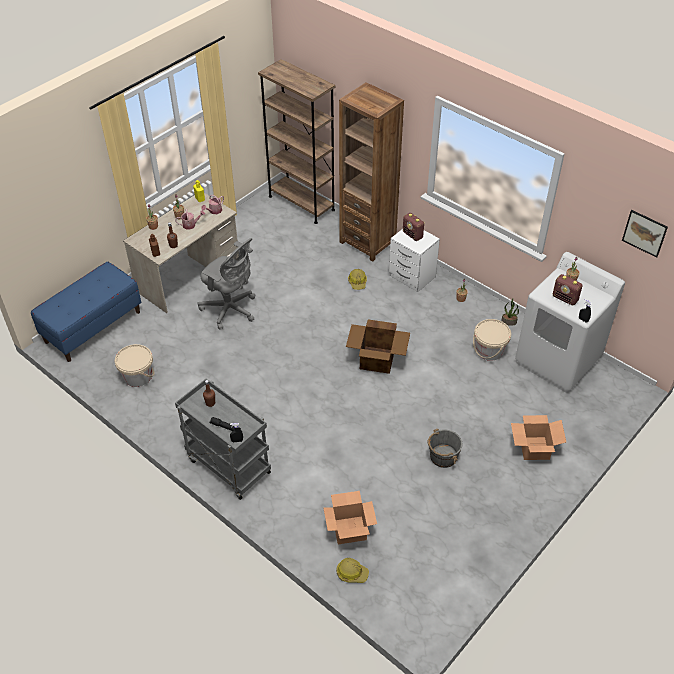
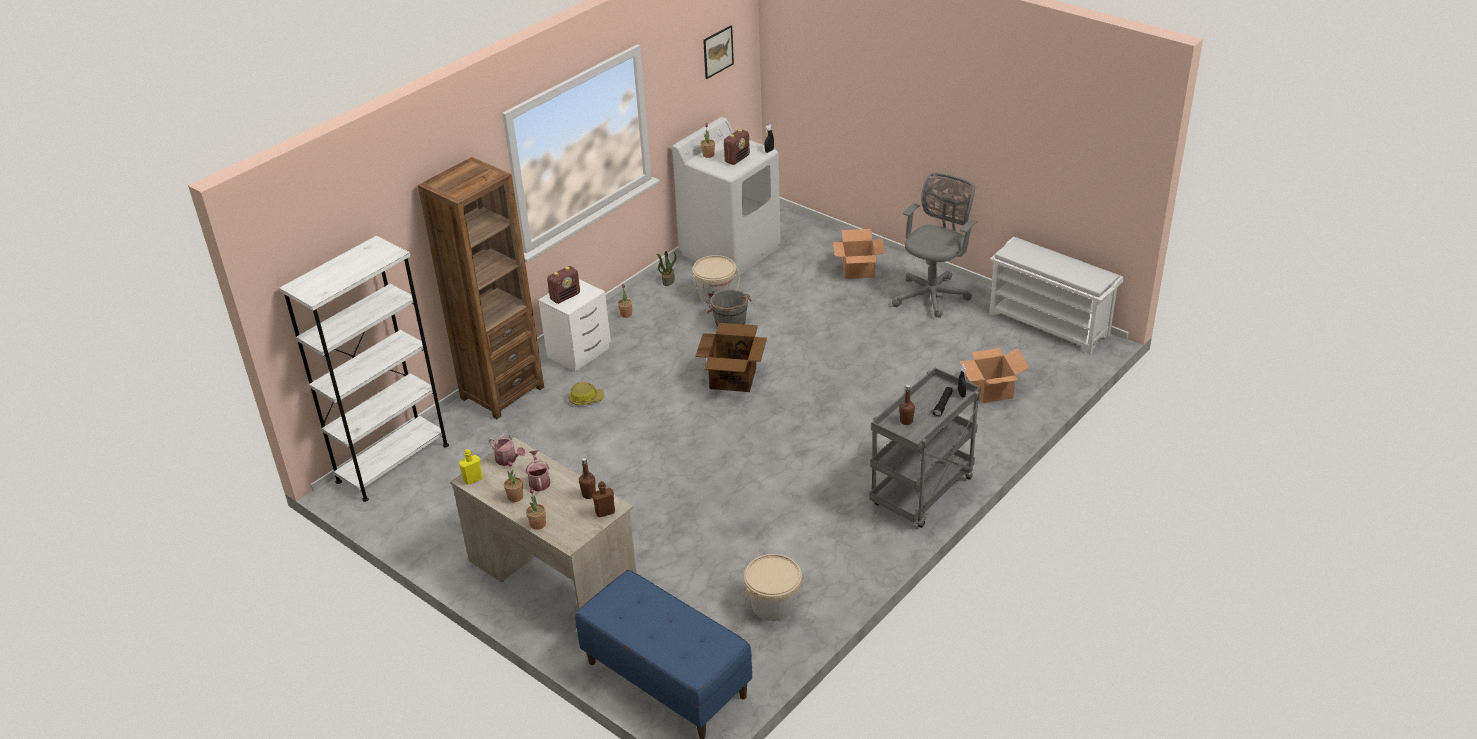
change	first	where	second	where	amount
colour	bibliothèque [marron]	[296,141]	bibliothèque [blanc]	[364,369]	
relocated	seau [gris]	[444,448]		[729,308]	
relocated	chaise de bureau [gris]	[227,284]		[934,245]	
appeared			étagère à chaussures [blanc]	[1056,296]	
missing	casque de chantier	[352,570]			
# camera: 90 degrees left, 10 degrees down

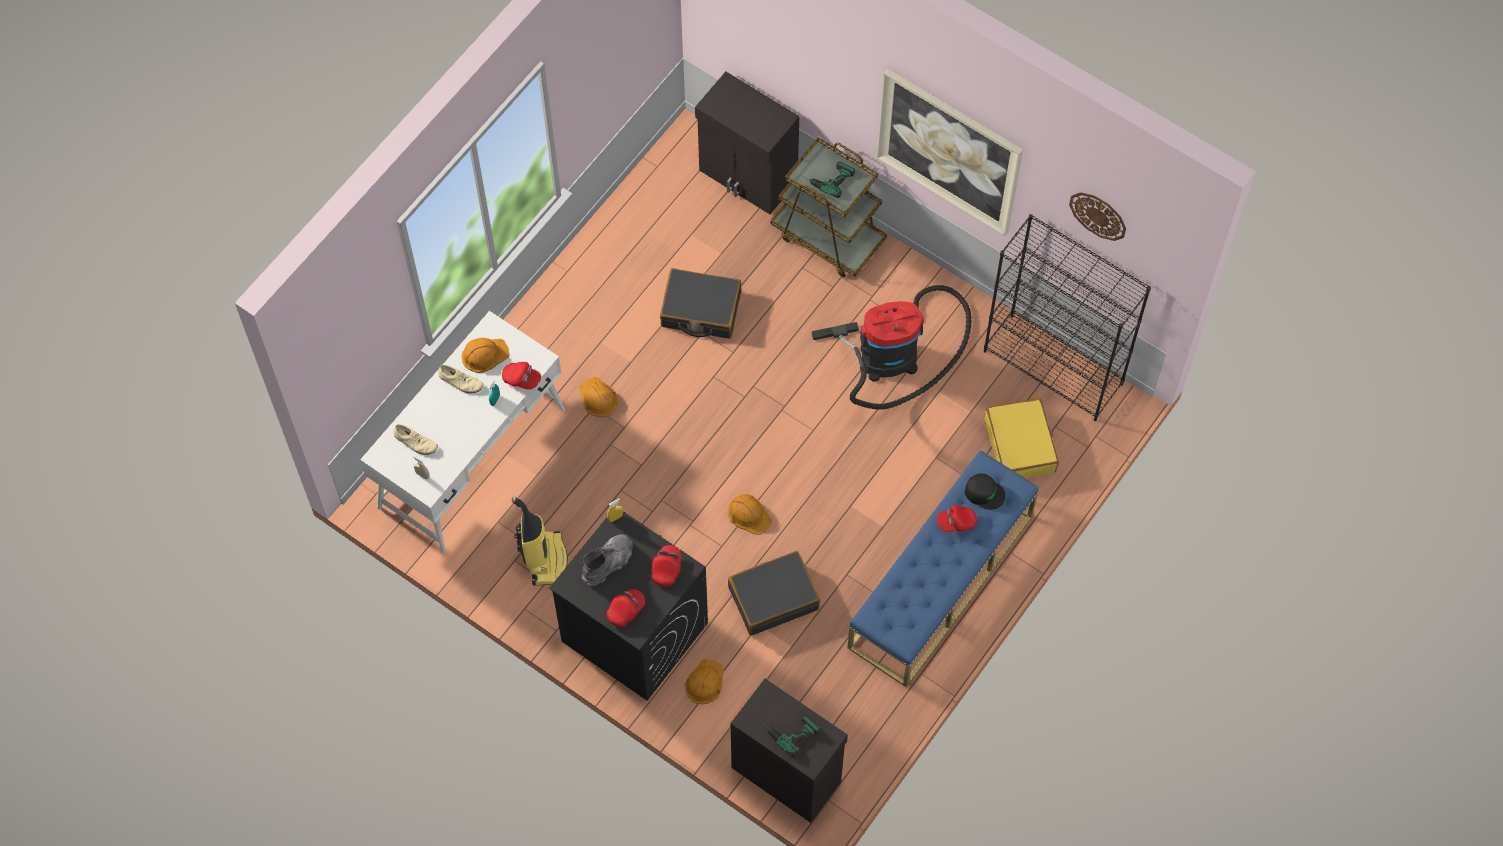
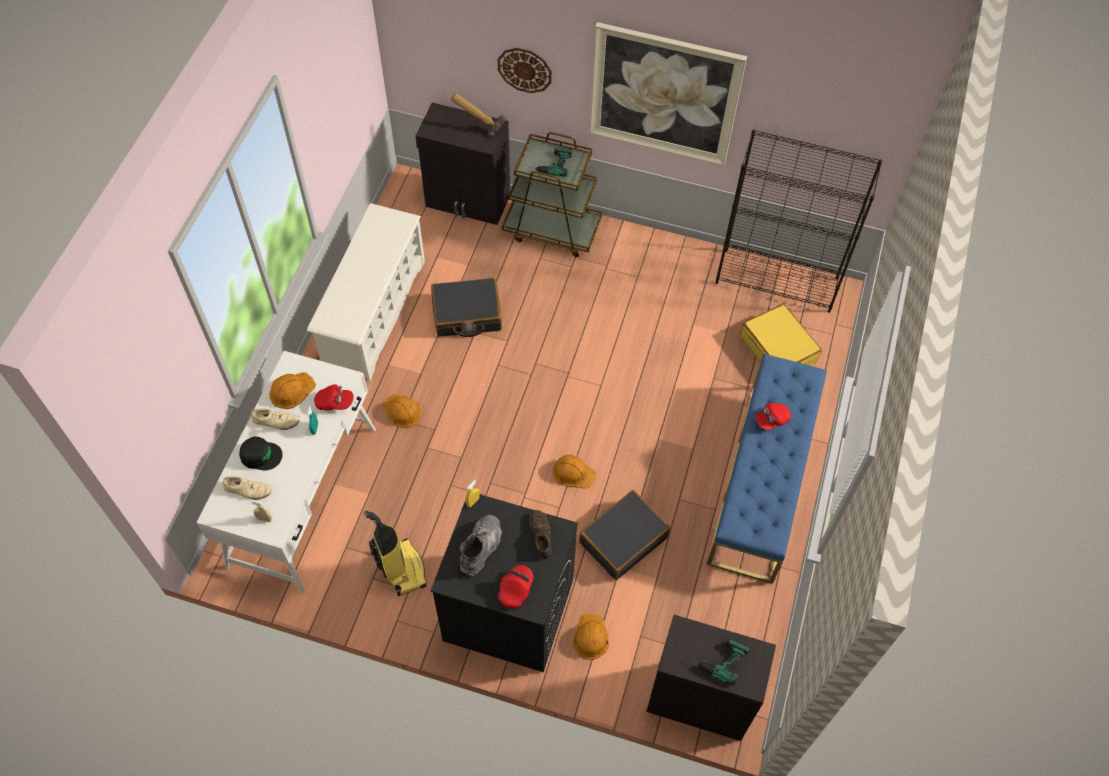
change	first	where	second	where	amount
relocated	casquette [noir]	[985,491]		[261,453]	
appeared			étagère à chaussures [blanc]	[366,292]	
appeared			marteau	[478,115]	
relocated	horloge murale	[1097,216]		[524,70]	
exchanged	casquette [rouge]	[667,566]	chaussure [marron]	[540,534]	
missing	aspirateur	[892,347]			
# camera: 20 degrees left, 5 degrees down

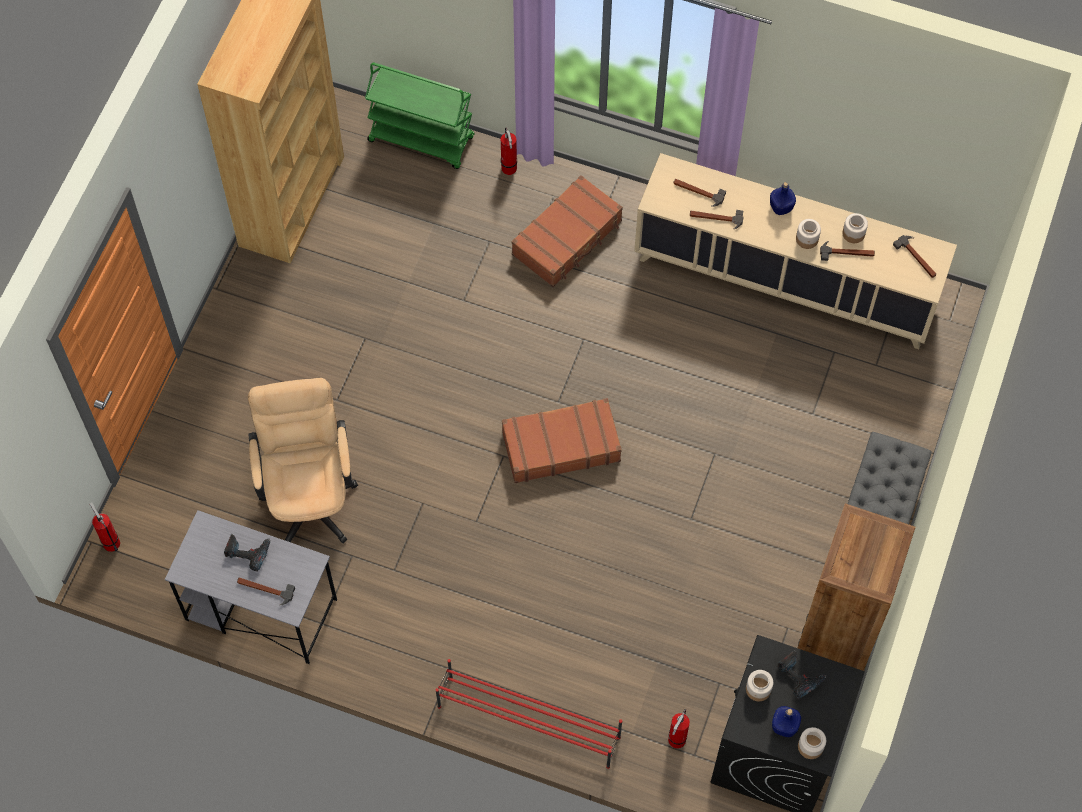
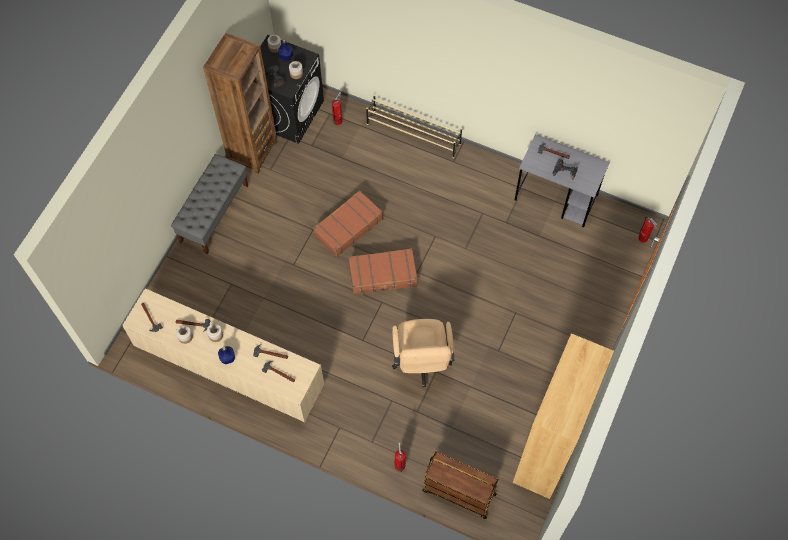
change	first	where	second	where	amount
relocated	valise [marron]	[567,231]		[348,223]	
colour	étagère à chaussures [rouge]	[529,714]	étagère à chaussures [beige]	[414,126]	
relocated	chaise de bureau [beige]	[303,460]		[423,353]	
colour	chariot [vert]	[420,116]	chariot [marron]	[460,485]	
# camera: 175 degrees left, 0 degrees up

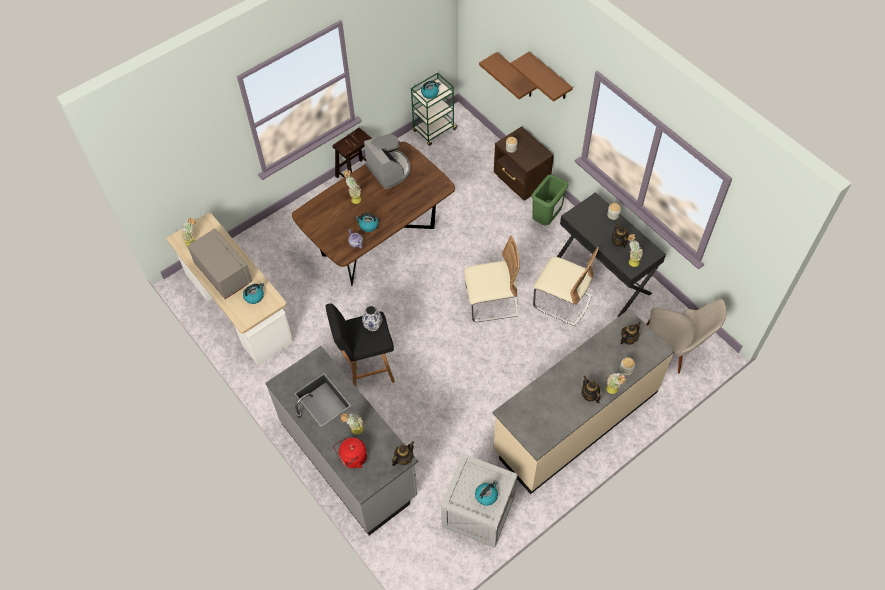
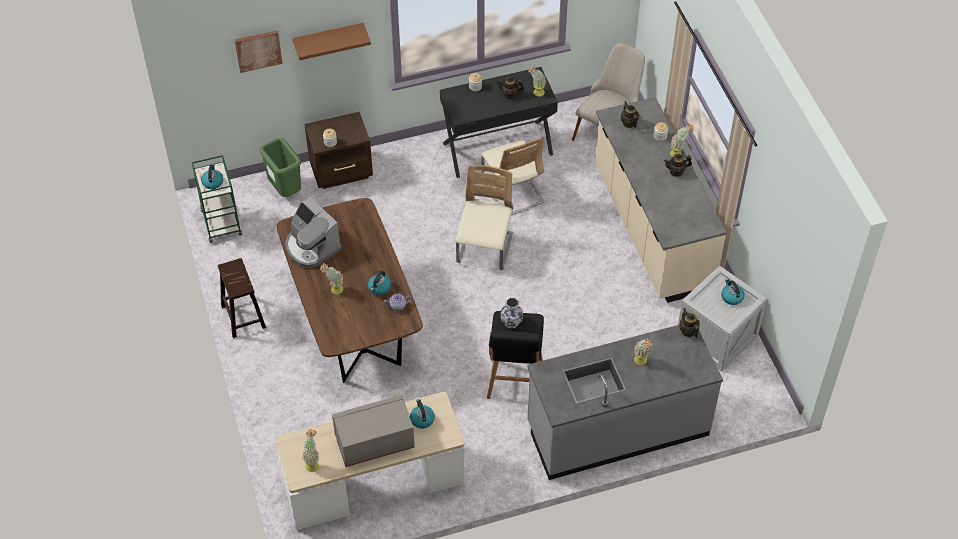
change	first	where	second	where	amount
appeared			tableau	[258,51]	
relocated	poubelle [vert]	[549,199]		[280,167]	
spun	machine à café	[387,161]		[313,232]	120 degrees counterclockwise
spun	chaise [beige]	[566,286]		[512,175]	105 degrees clockwise
missing	bouilloire [rouge]	[350,452]			
missing	étagère [marron]	[508,75]			
# camera: 70 degrees left, 5 degrees down

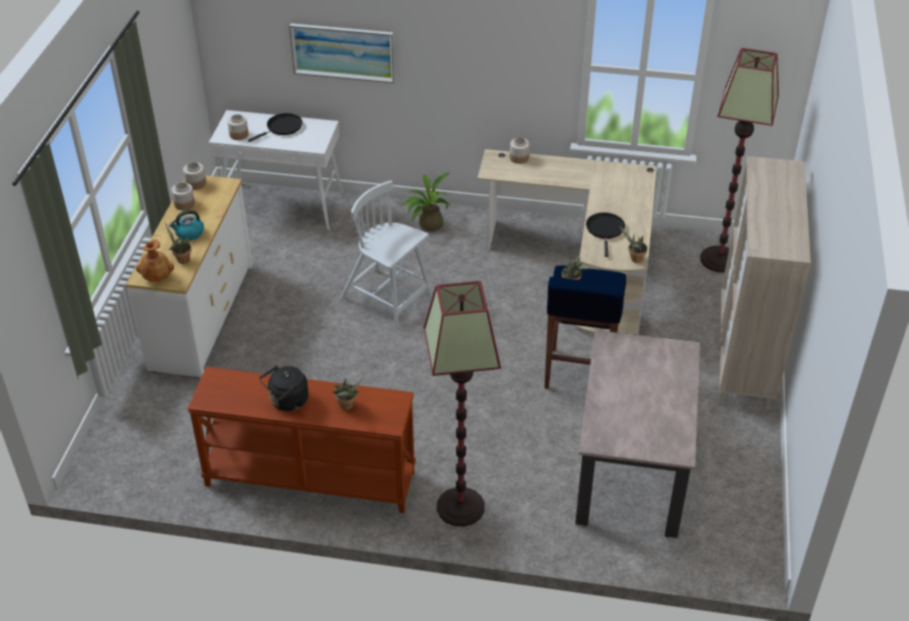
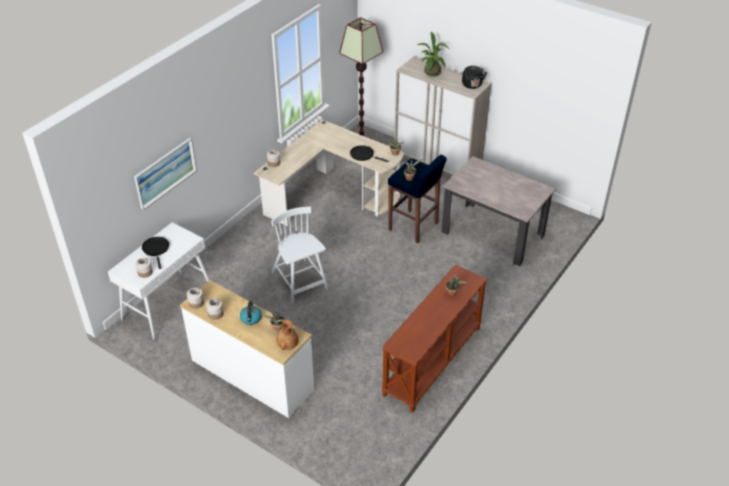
change	first	where	second	where	amount
spun	chaise [blanc]	[386,254]		[299,255]	90 degrees clockwise
relocated	plante en pot	[425,202]		[432,54]	
relocated	bouilloire [noir]	[284,388]		[474,77]	
missing	lampadaire	[462,404]			
# camera: 65 degrees left, 0 degrees up

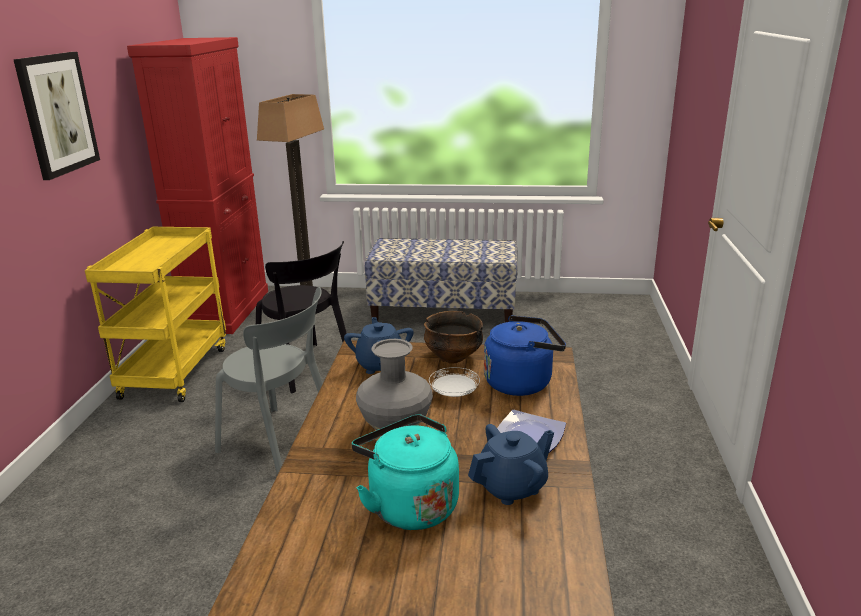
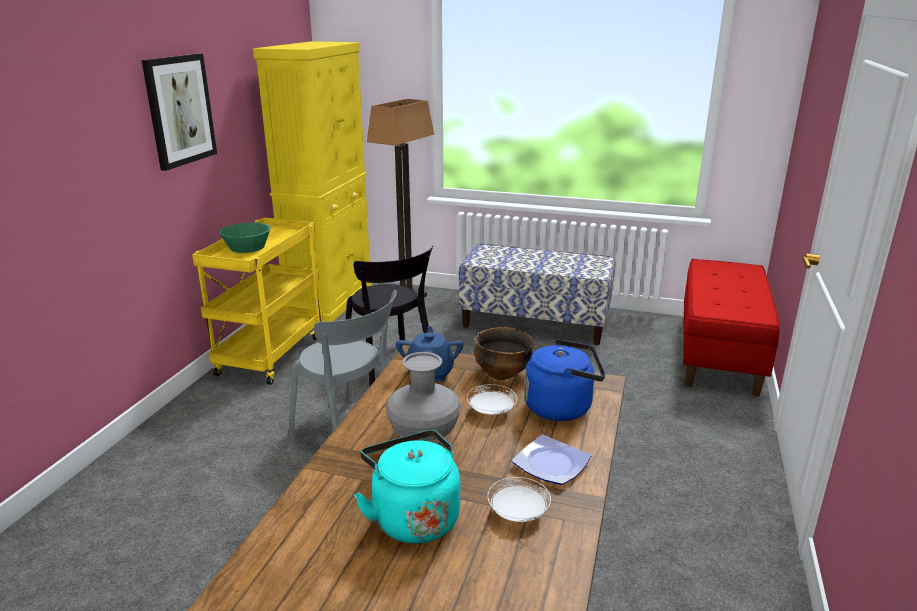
change	first	where	second	where	amount
appeared			bol [vert]	[245,237]	
colour	meuble de rangement [rouge]	[197,185]	meuble de rangement [jaune]	[312,181]	
exchanged	théière [bleu]	[511,464]	assiette [blanc]	[519,499]	
appeared			banc [rouge]	[731,328]	
# camera: 10 degrees right, 0 degrees up

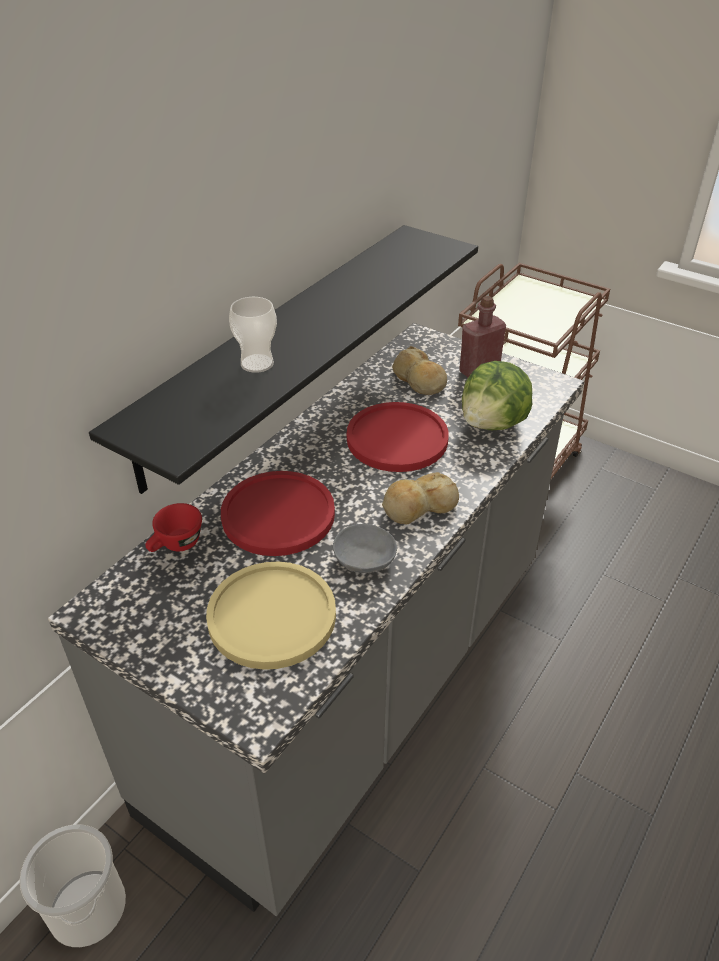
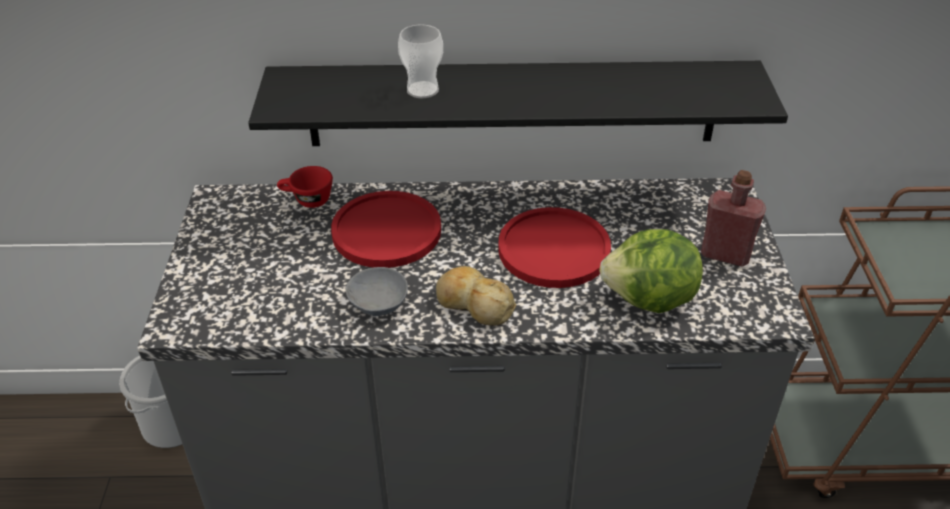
change	first	where	second	where	amount
missing	assiette [jaune]	[271,616]			
missing	pain	[419,370]			
# camera: 55 degrees right, 0 degrees up

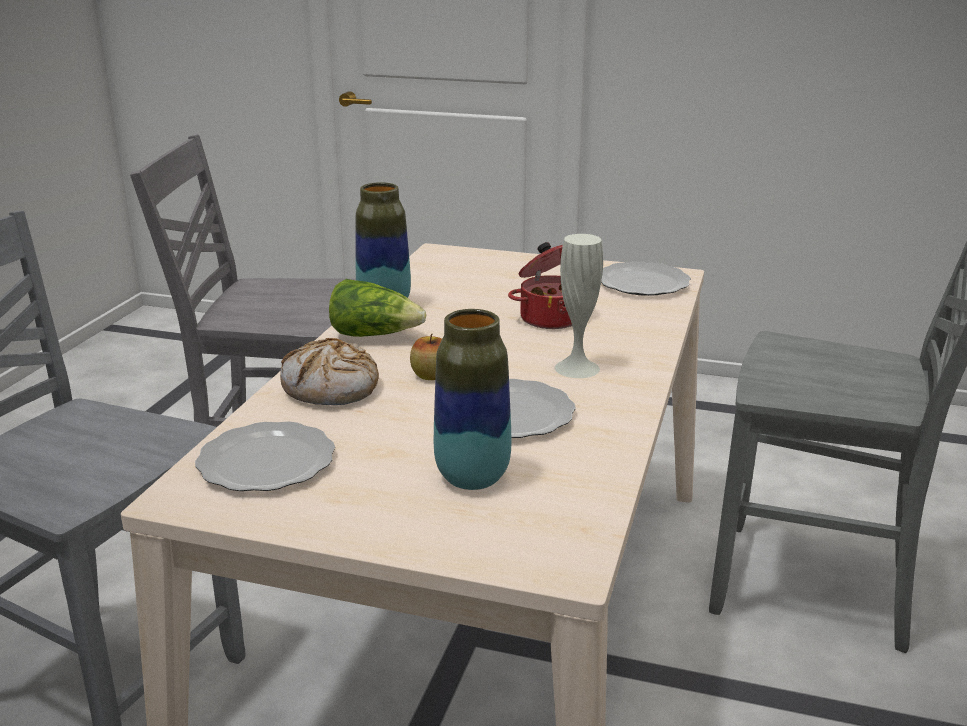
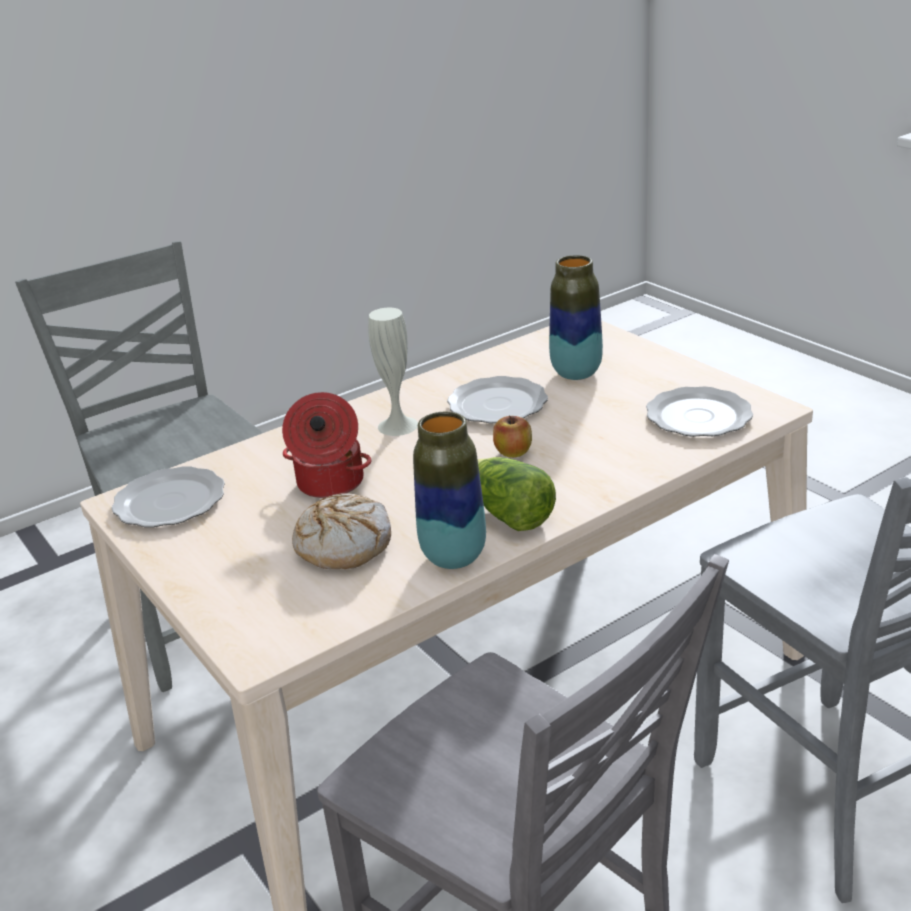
change	first	where	second	where	amount
relocated	pain	[329,371]		[341,531]	
# camera: 140 degrees left, 5 degrees up

